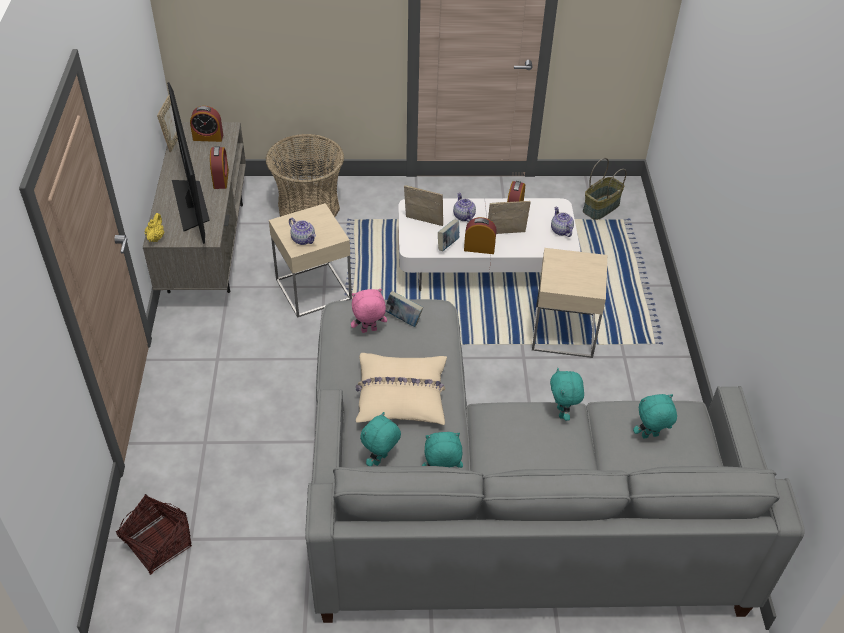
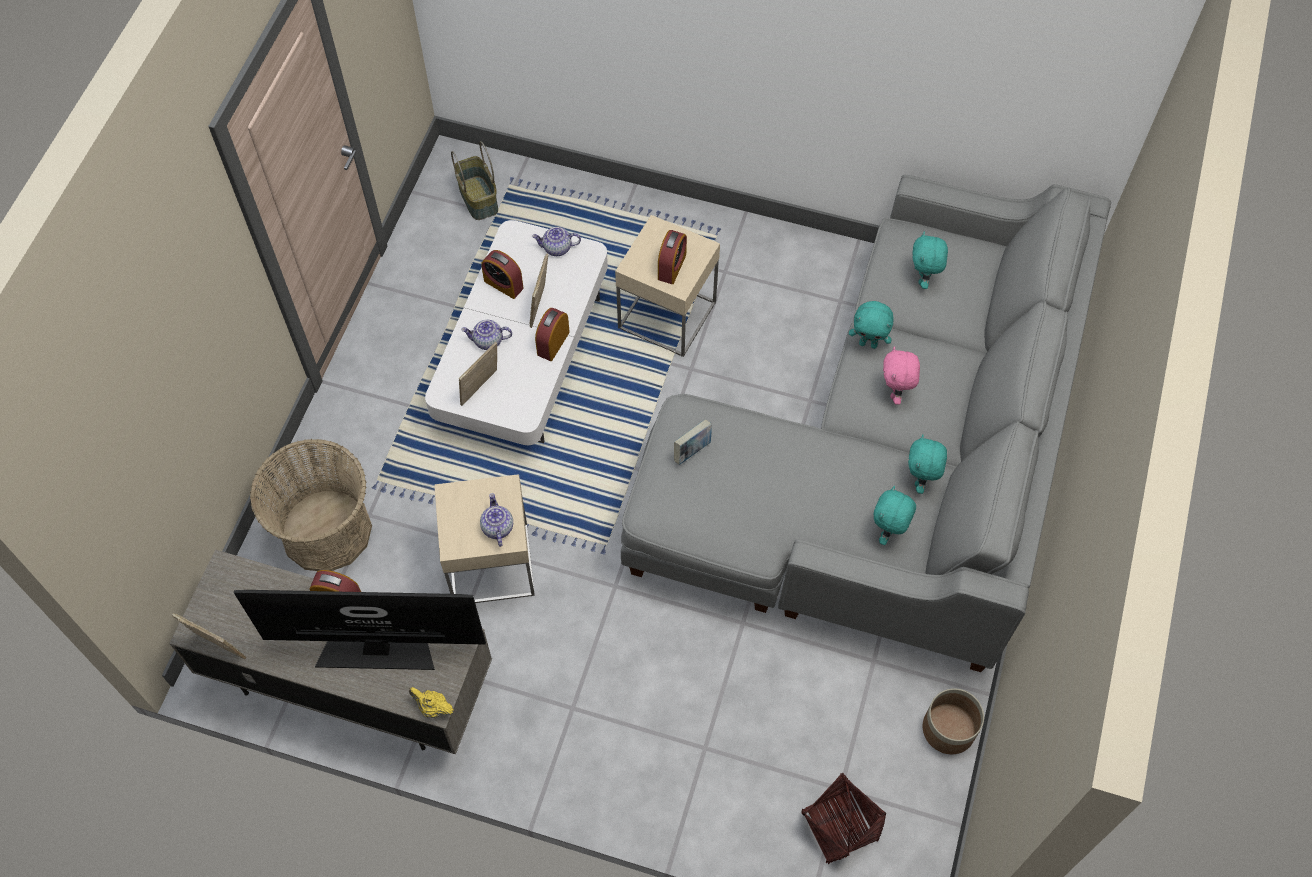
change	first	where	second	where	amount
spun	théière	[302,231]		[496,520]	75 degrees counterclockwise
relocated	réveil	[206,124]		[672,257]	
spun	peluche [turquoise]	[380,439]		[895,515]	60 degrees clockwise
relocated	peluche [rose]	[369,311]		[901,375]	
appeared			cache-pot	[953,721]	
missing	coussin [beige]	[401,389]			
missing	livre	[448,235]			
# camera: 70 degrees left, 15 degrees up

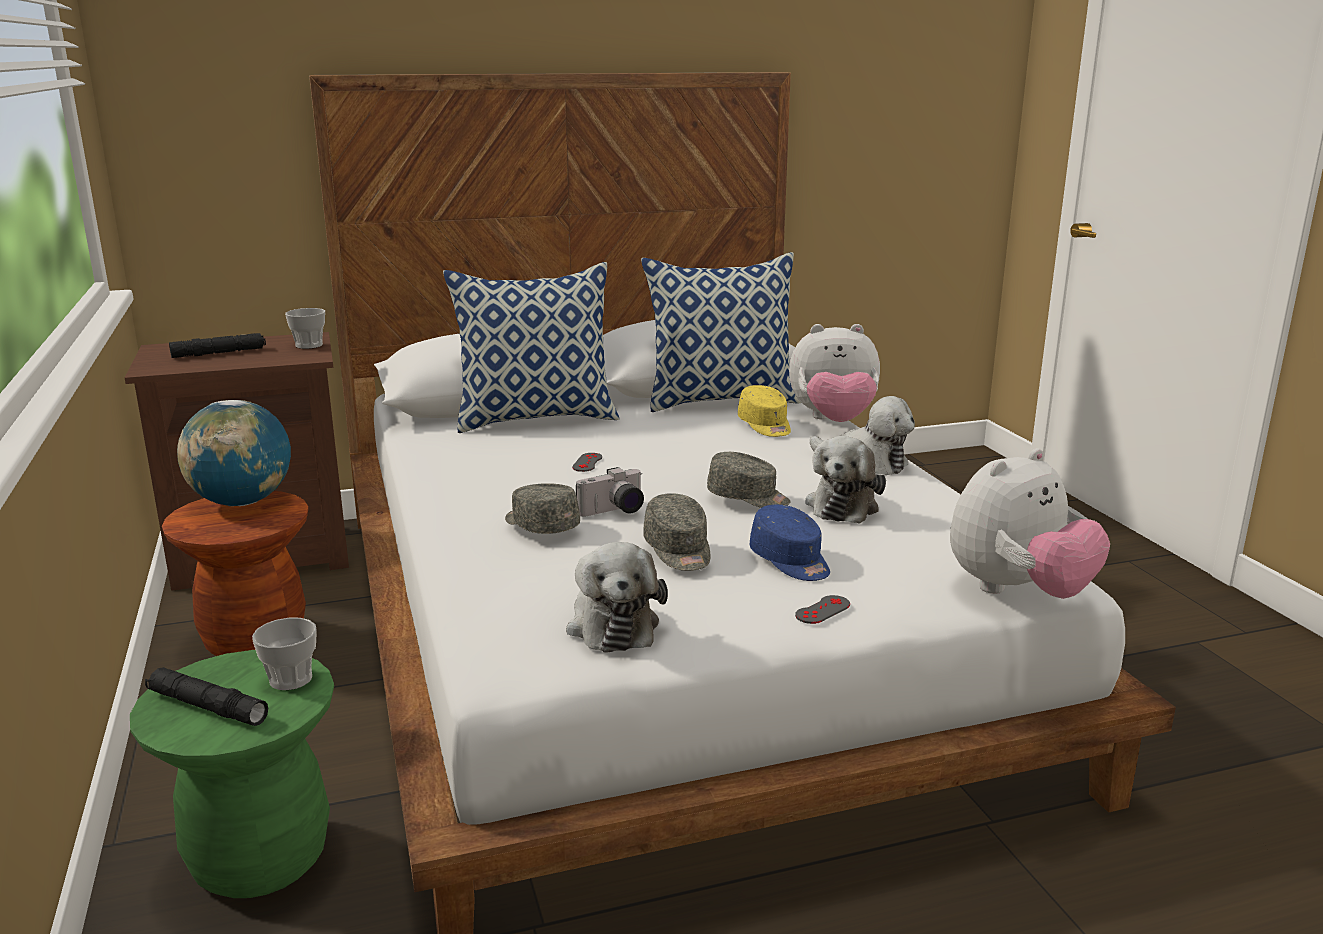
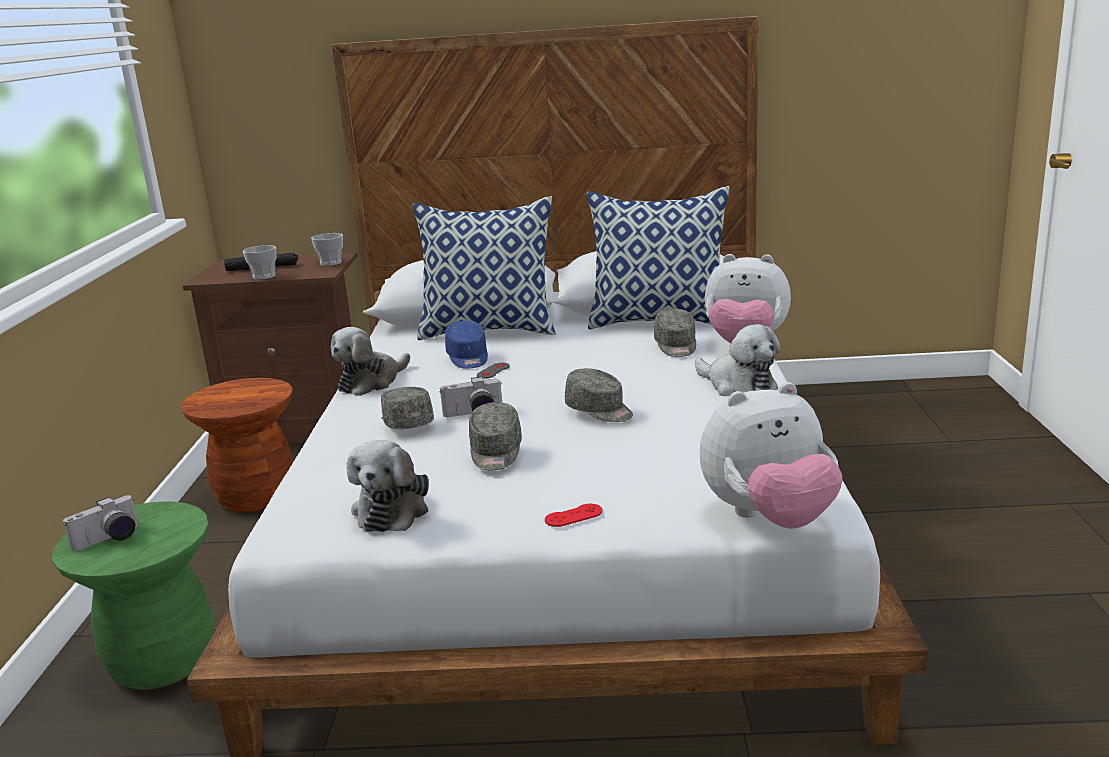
change	first	where	second	where	amount
exchanged	lampe de poche [noir]	[206,696]	appareil photo	[100,523]	
relocated	tasse	[284,654]		[259,262]	
relocated	peluche	[845,480]		[371,361]	
relocated	casquette [bleu]	[789,543]		[466,345]	
colour	manette [gris]	[822,609]	manette [rouge]	[574,515]	
colour	casquette [jaune]	[764,411]	casquette [gris]	[675,333]	
missing	globe	[234,453]			
# camera: 20 degrees right, 0 degrees up

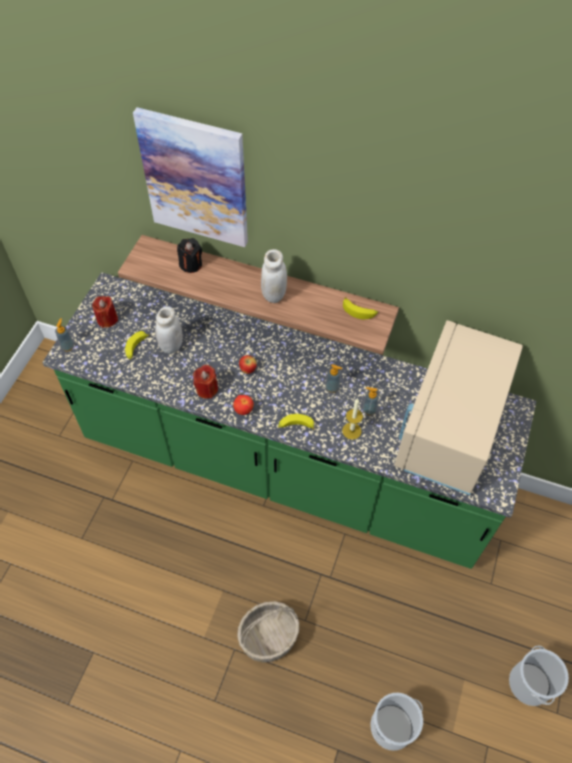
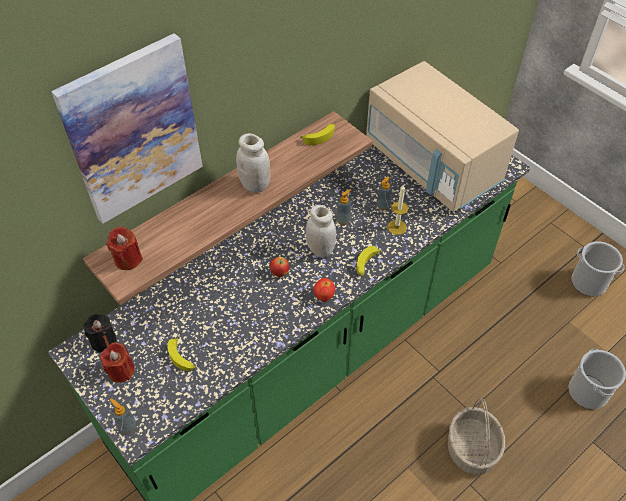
change	first	where	second	where	amount
relocated	bougie [noir]	[189,255]		[100,333]	
relocated	bougie [rouge]	[205,382]		[124,248]	
relocated	bocal [blanc]	[169,330]		[321,231]	
# camera: 60 degrees left, 5 degrees down

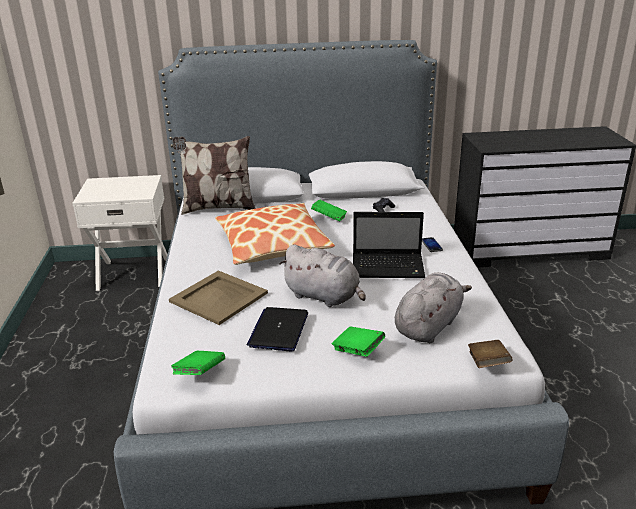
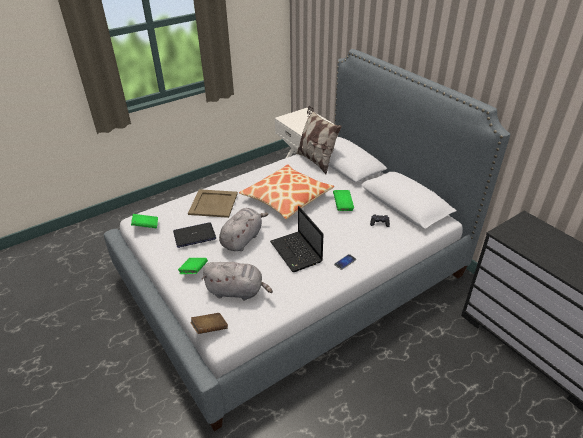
change	first	where	second	where	amount
spun	peluche [gris]	[322,276]		[244,229]	150 degrees counterclockwise
# camera: 60 degrees right, 10 degrees up

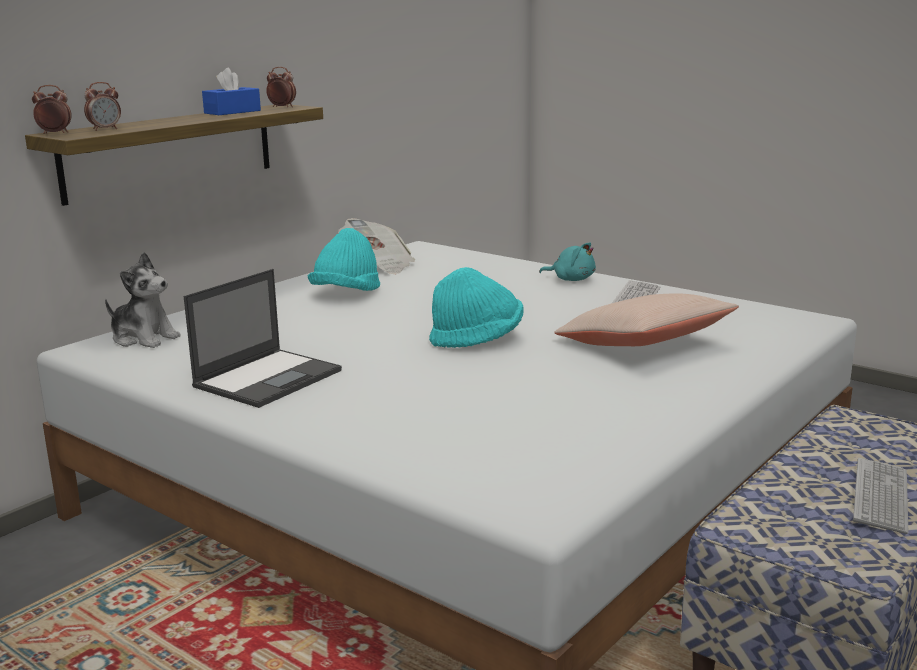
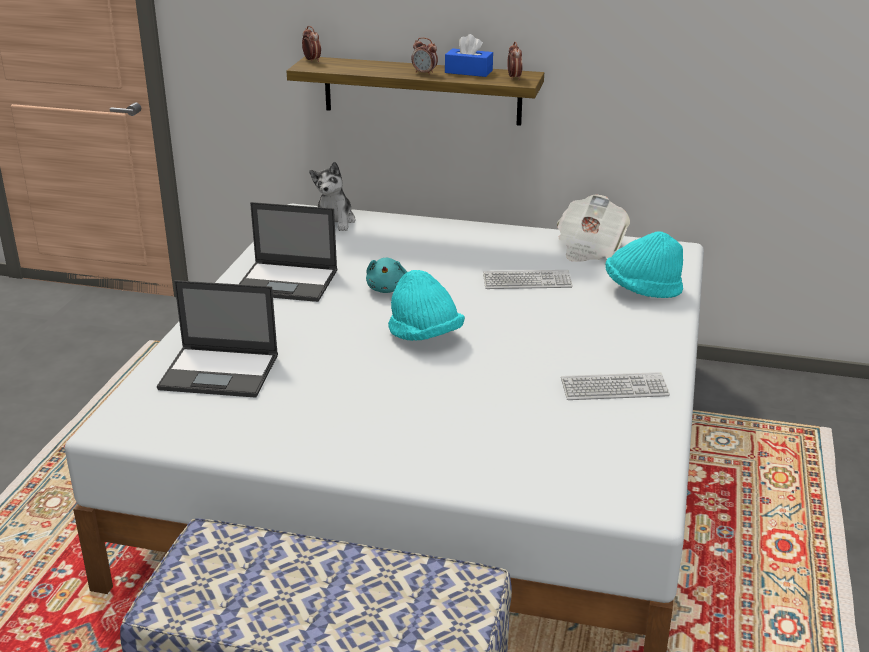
change	first	where	second	where	amount
appeared			ordinateur portable	[217,339]	
relocated	peluche [turquoise]	[567,261]		[386,275]	
relocated	réveil	[102,106]		[424,56]	
relocated	clavier	[880,496]		[528,279]	
relocated	chapeau [turquoise]	[344,259]		[644,264]	
missing	coussin [beige]	[646,319]			
# camera: 65 degrees right, 10 degrees up

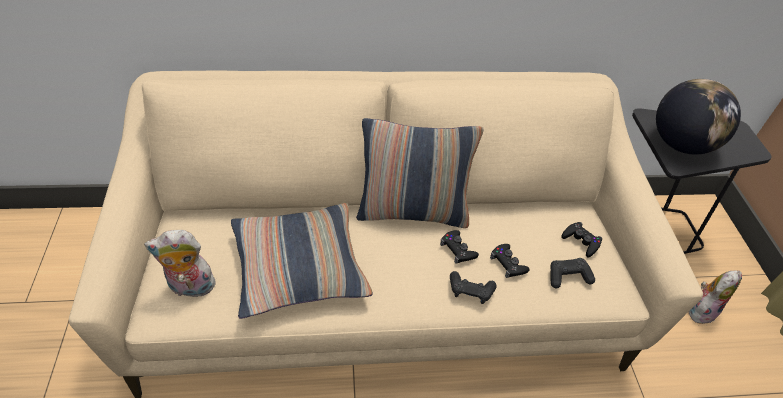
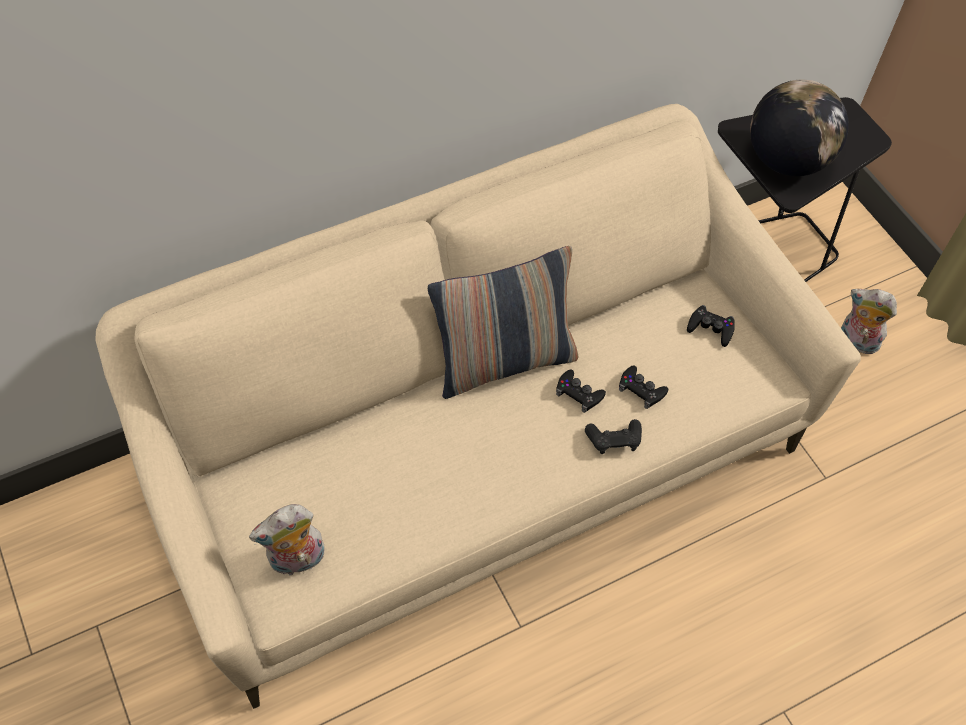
change	first	where	second	where	amount
spun	peluche	[715,298]		[869,321]	90 degrees counterclockwise
missing	coussin	[302,261]			
missing	manette [noir]	[572,273]			
# camera: 20 degrees left, 10 degrees up

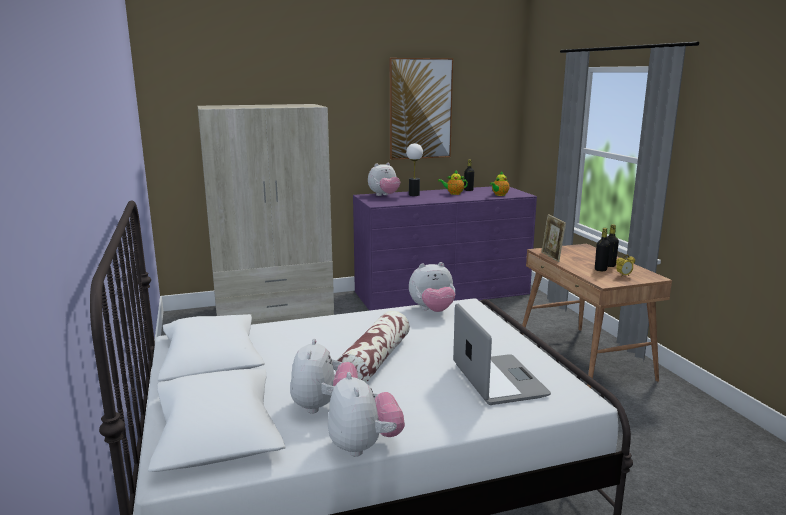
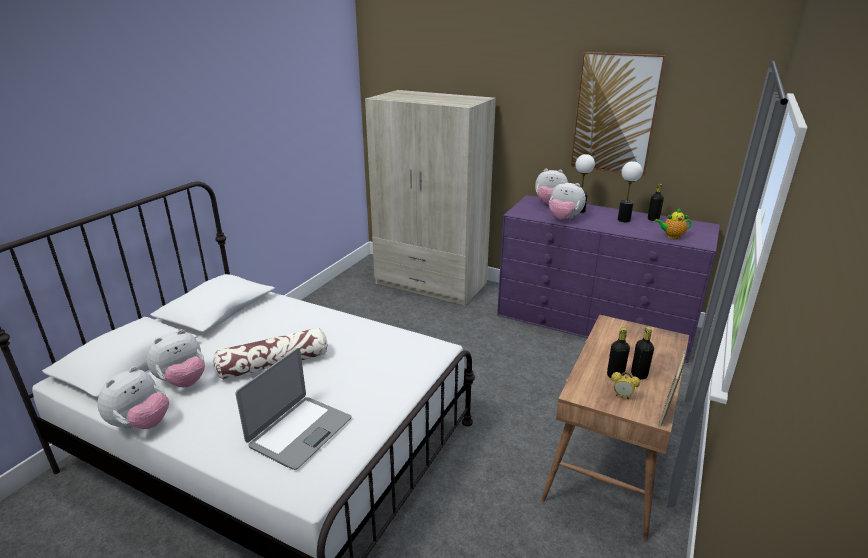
change	first	where	second	where	amount
relocated	peluche	[432,287]		[567,200]	
exchanged	théière	[453,183]	lampe de table	[629,191]	
relocated	cadre photo	[553,238]		[672,389]	
# camera: 45 degrees right, 10 degrees up

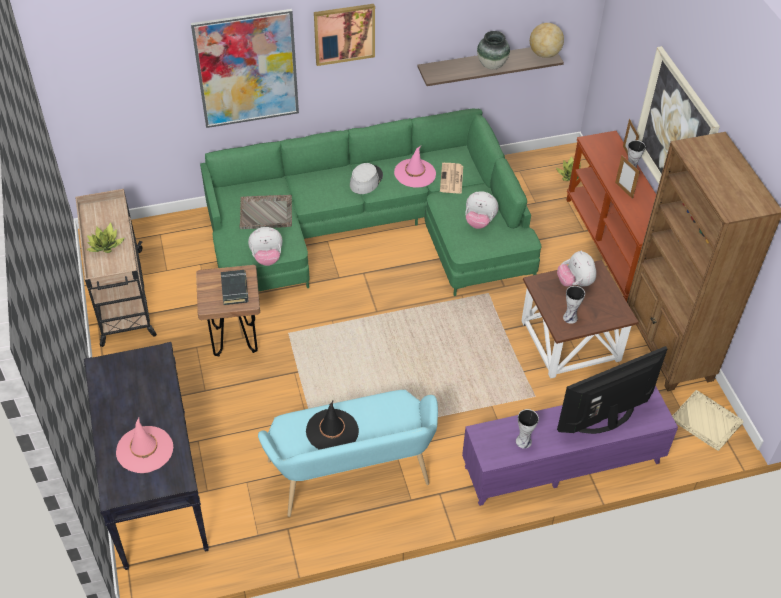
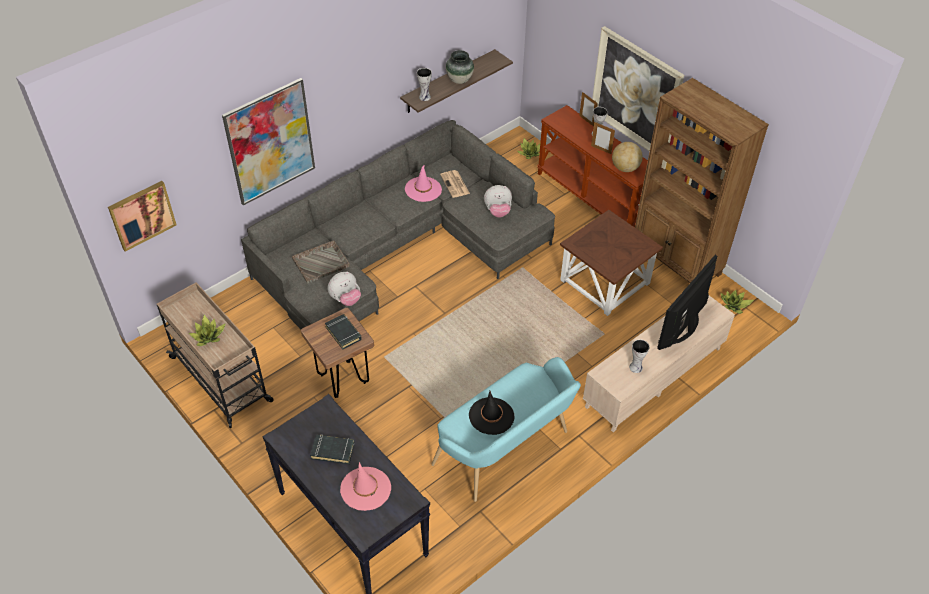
change	first	where	second	where	amount
relocated	tableau	[344,35]		[142,216]	
colour	canapé [vert]	[371,202]	canapé [gris]	[398,224]	
appeared			livre [noir]	[332,449]	
relocated	vase	[574,305]		[424,84]	
colour	meuble télé [violet]	[570,445]	meuble télé [beige]	[659,364]	
relocated	globe	[547,40]		[627,157]	
exchanged	plateau [beige]	[707,420]	plante en pot	[737,302]	
missing	chapeau [gris]	[366,178]			
missing	peluche	[577,269]			
# camera: 25 degrees left, 0 degrees up

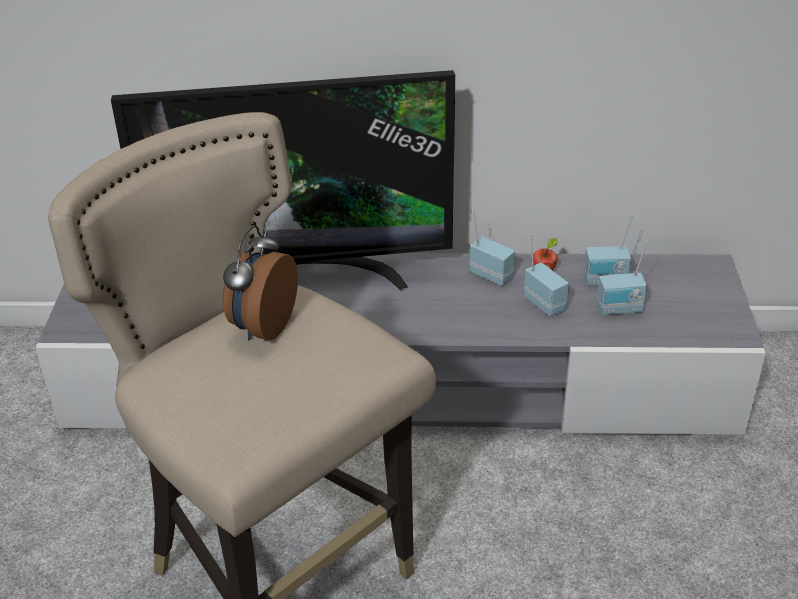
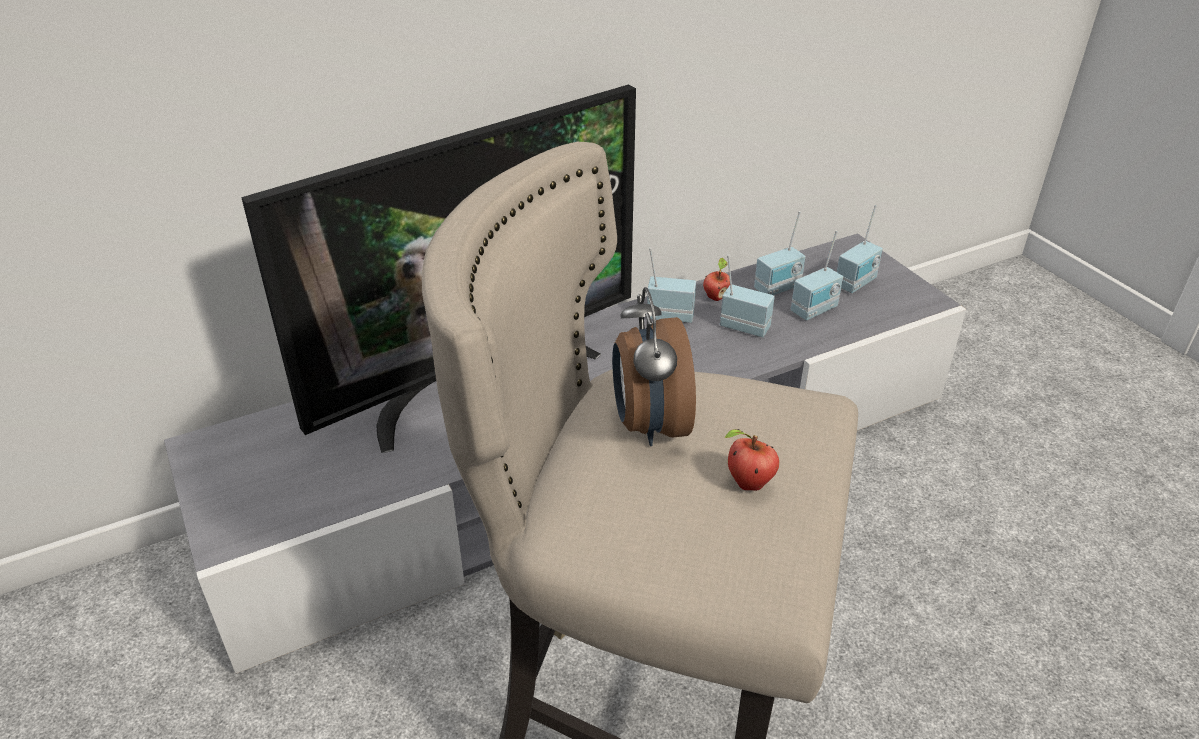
change	first	where	second	where	amount
appeared			pomme	[751,460]	
appeared			radio	[860,249]	
# camera: 30 degrees left, 0 degrees up

